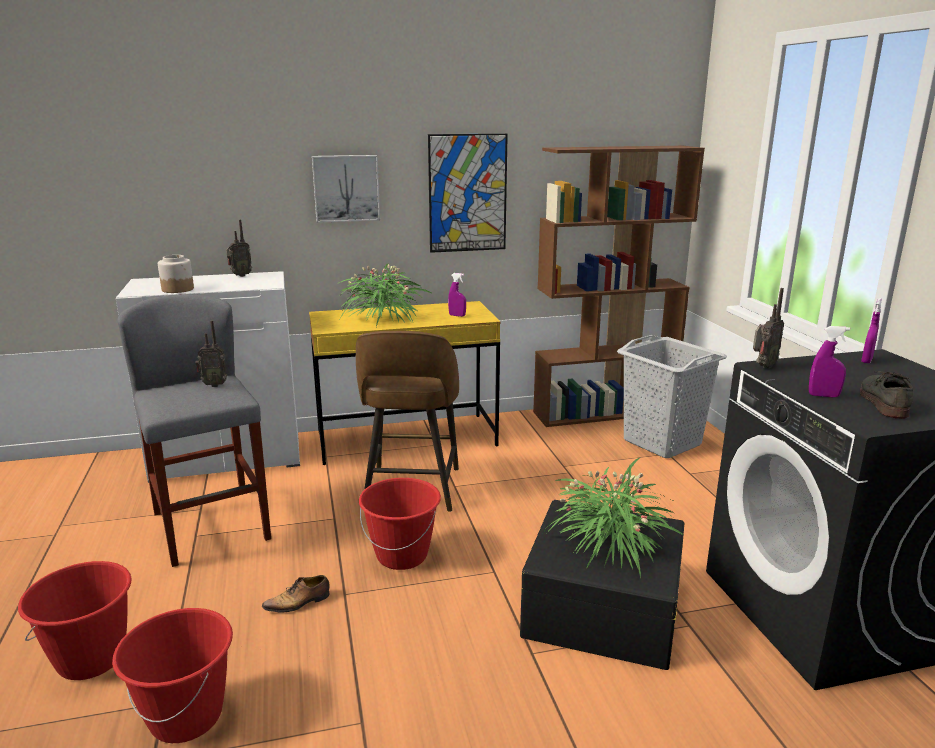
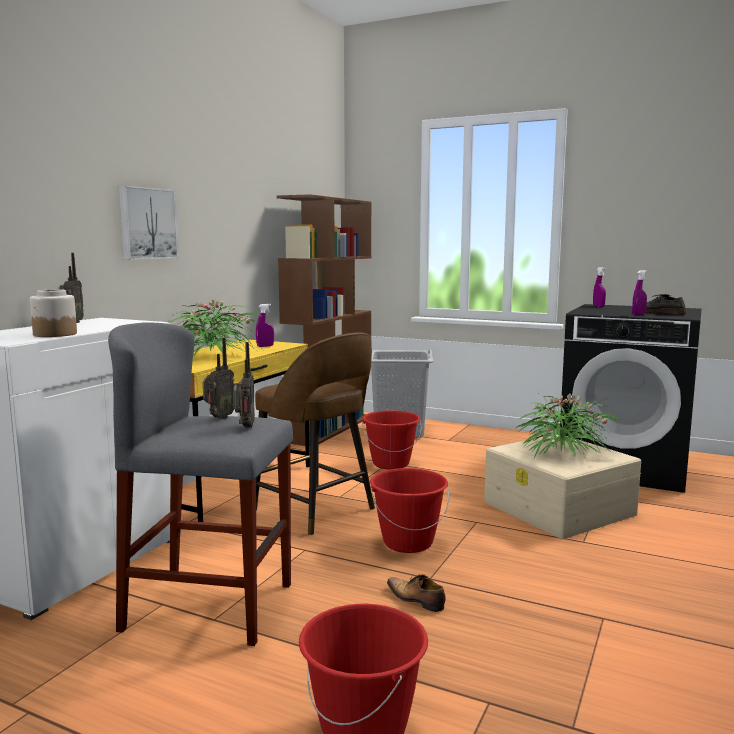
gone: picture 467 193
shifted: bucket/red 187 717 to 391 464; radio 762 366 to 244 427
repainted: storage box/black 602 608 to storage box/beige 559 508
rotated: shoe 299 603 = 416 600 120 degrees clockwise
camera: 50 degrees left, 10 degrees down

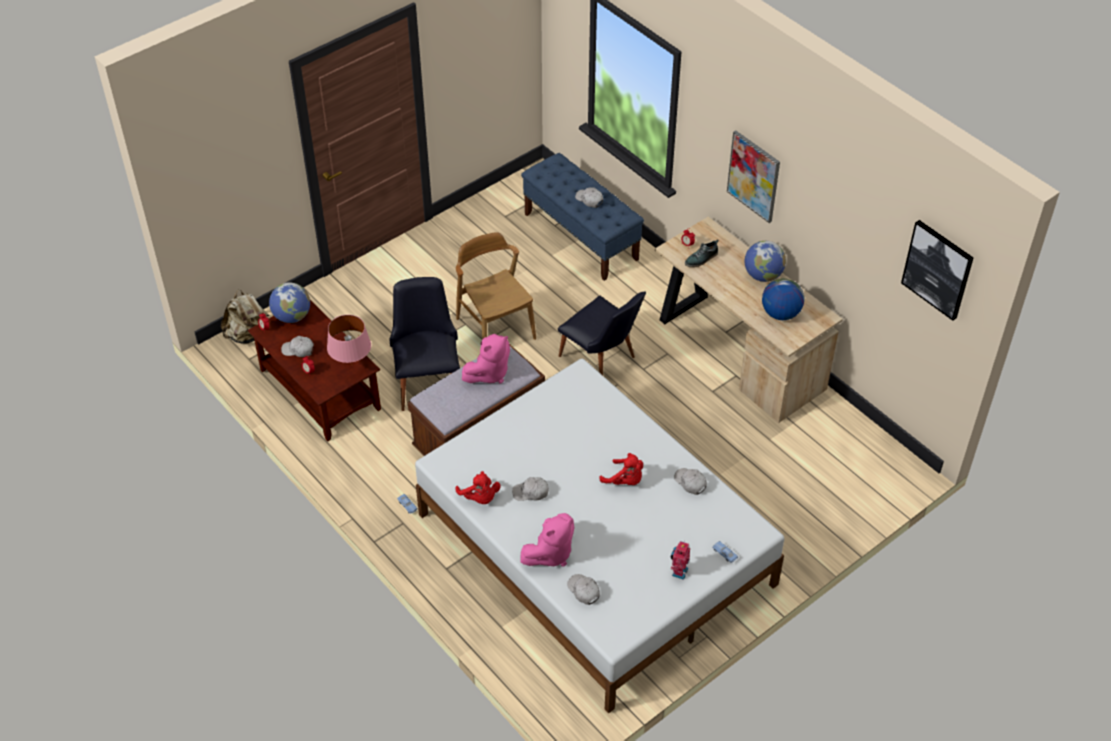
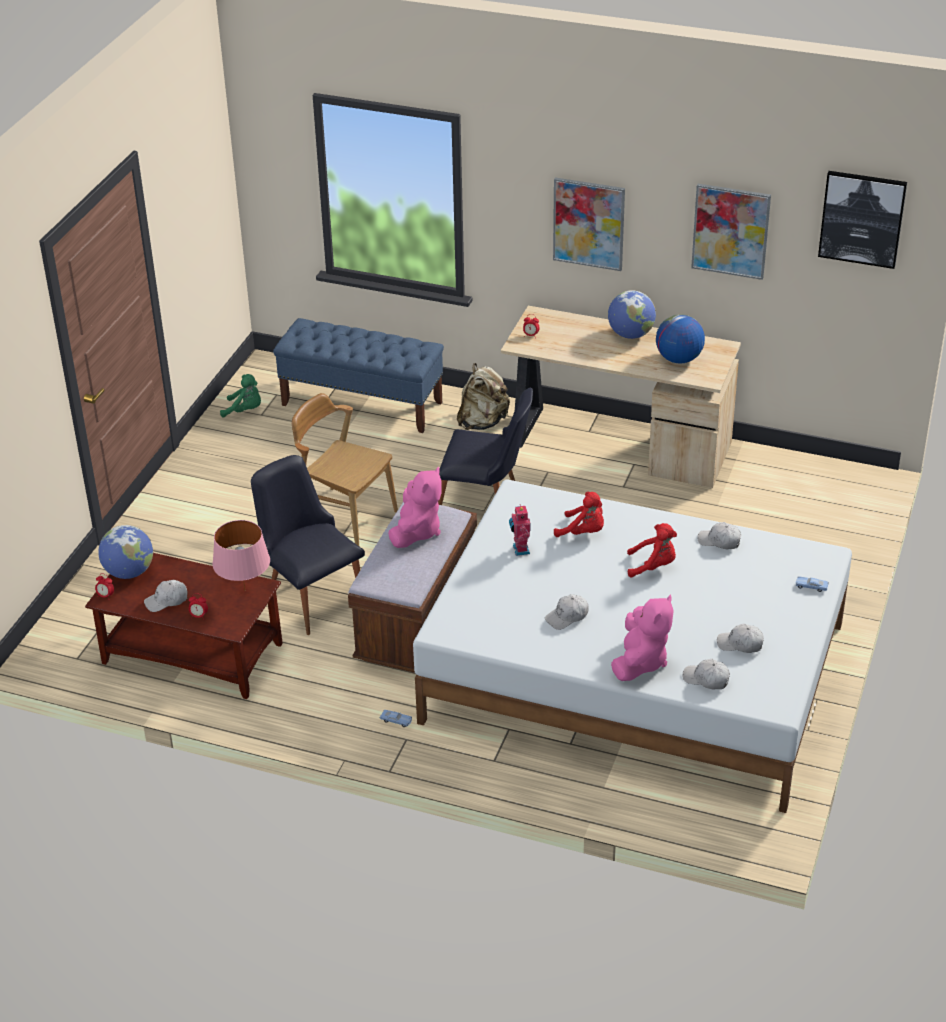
gone: shoe 701 259
new: plush toy/green 245 410; picture 730 231
shifted: backpack/beige 249 335 to 482 422; plush toy/red 480 498 to 583 532; cap/white 589 200 to 740 644; toy robot 678 571 to 519 550
camera: 30 degrees left, 10 degrees down

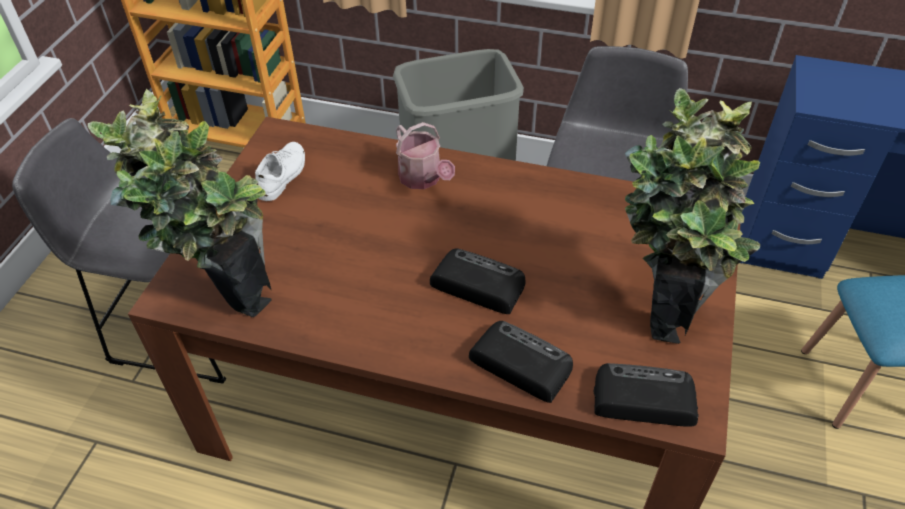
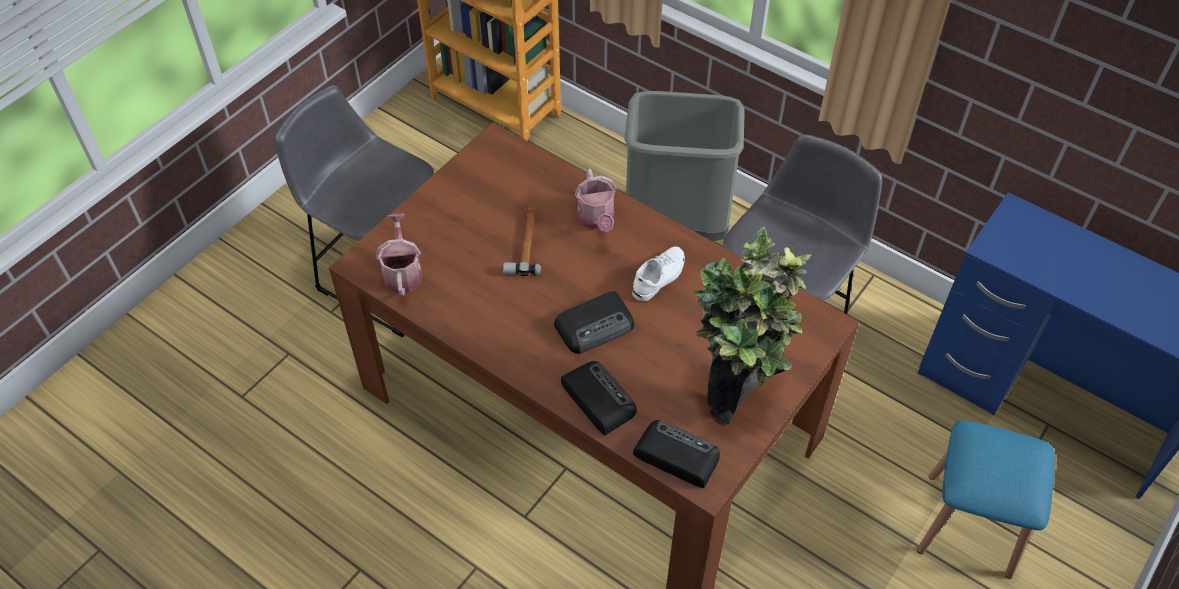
new: hammer 525 244
shifted: shoe/white 282 175 to 659 277
swapped: potted plant 223 292 to watering can 402 272
rotated: radio 476 284 = 596 326 105 degrees clockwise
camera: 20 degrees right, 5 degrees up

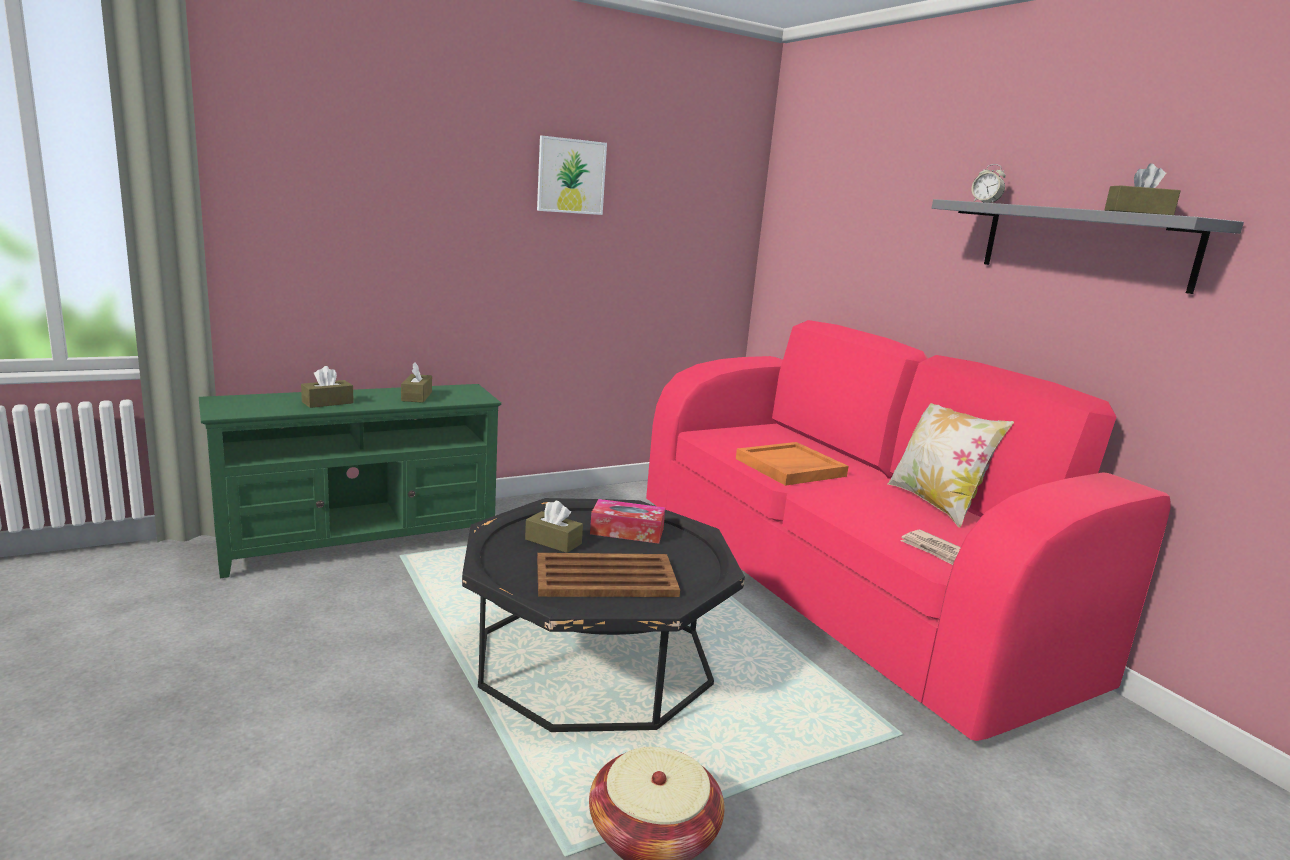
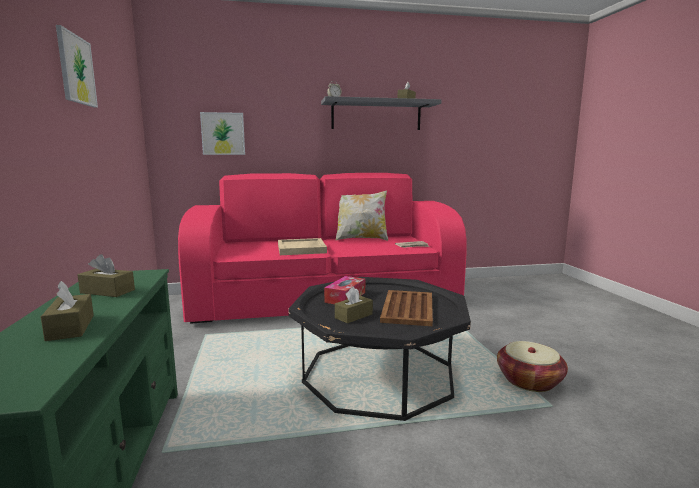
new: picture 223 133
repainted: tray/orange 790 467 to tray/beige 302 249
camera: 70 degrees left, 5 degrees down

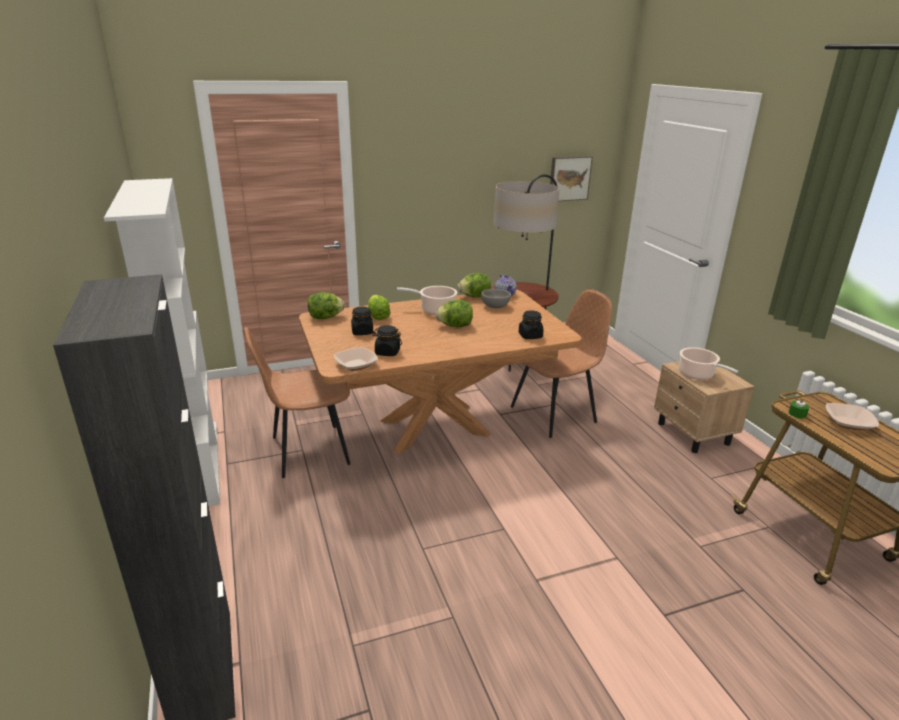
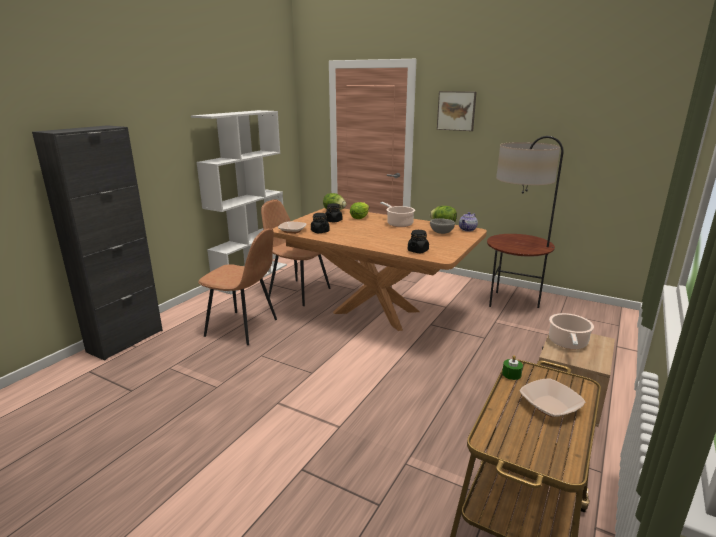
gone: lettuce 455 326
shifted: chair/brown 555 414 to 243 328; picture 569 178 to 456 111
camera: 50 degrees right, 5 degrees down

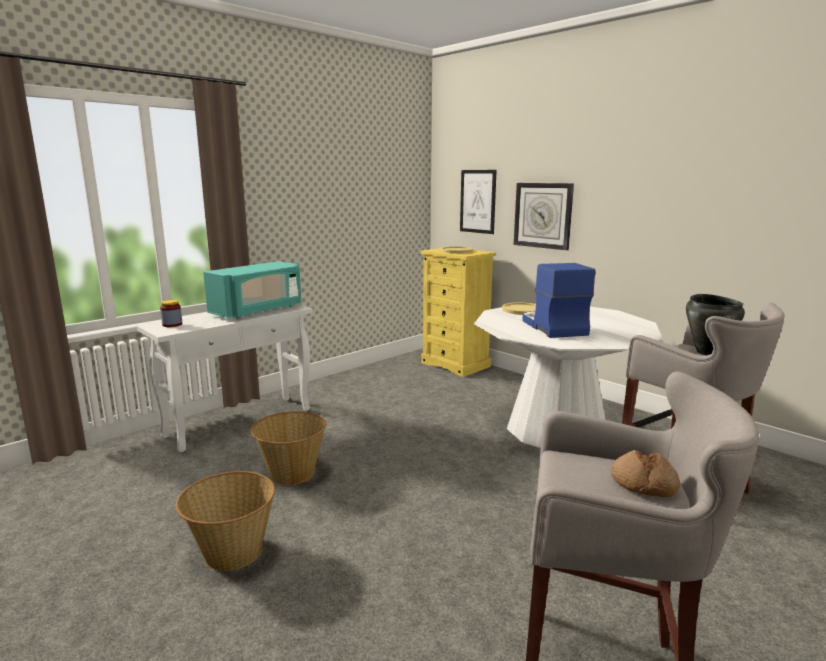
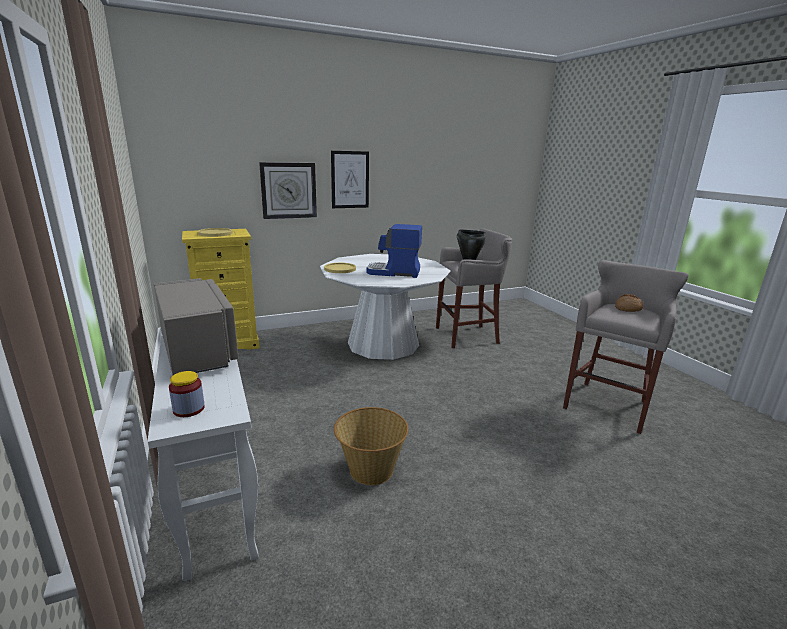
gone: basket 232 552
shifted: picture 477 201 to 350 180
repainted: microwave/turquoise 258 311 to microwave/grey 197 350
camera: 70 degrees left, 5 degrees up

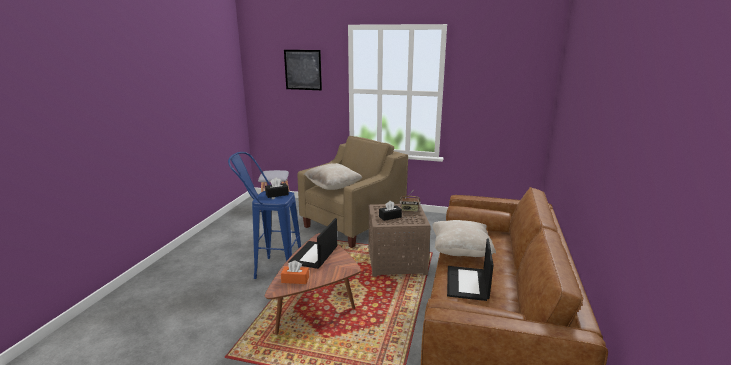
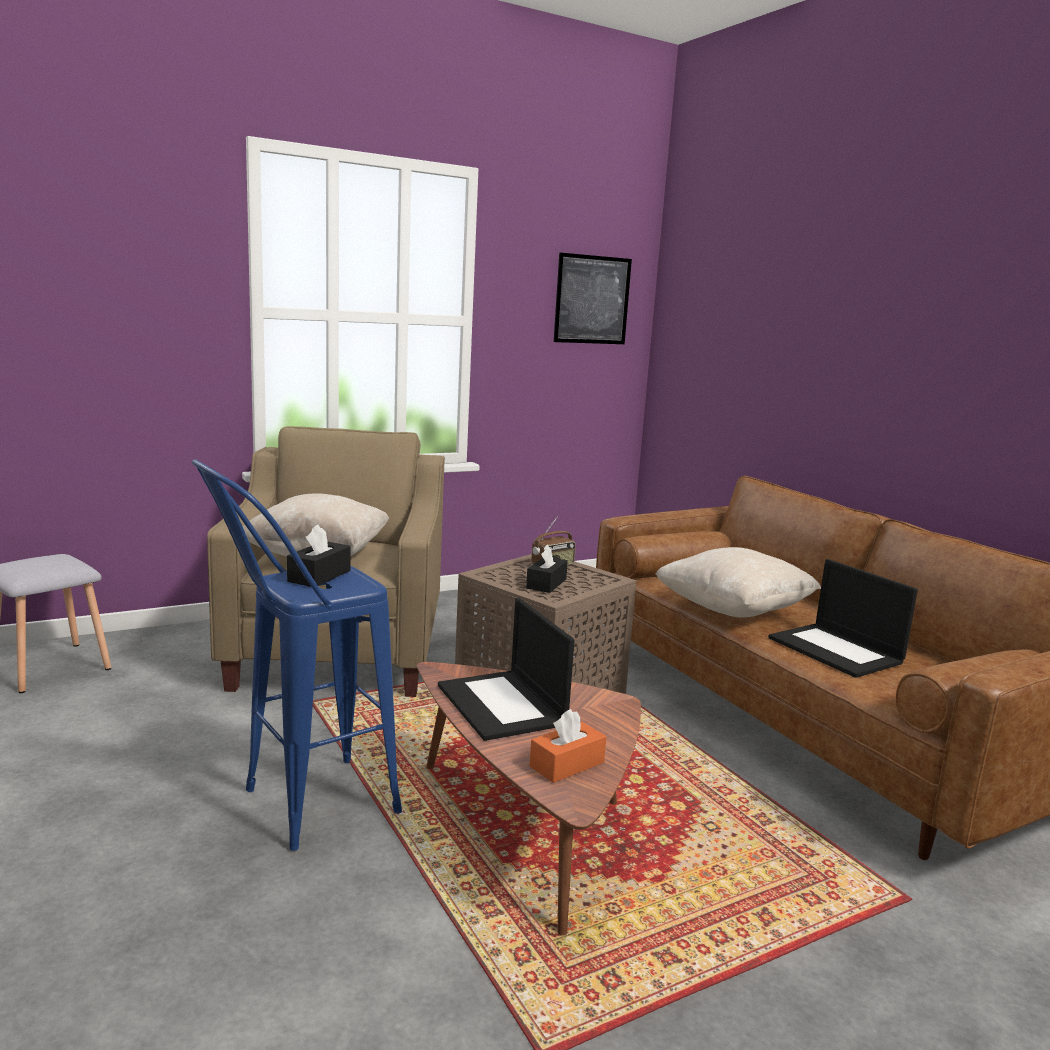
shifted: picture 303 70 to 592 300
camera: 45 degrees left, 5 degrees down

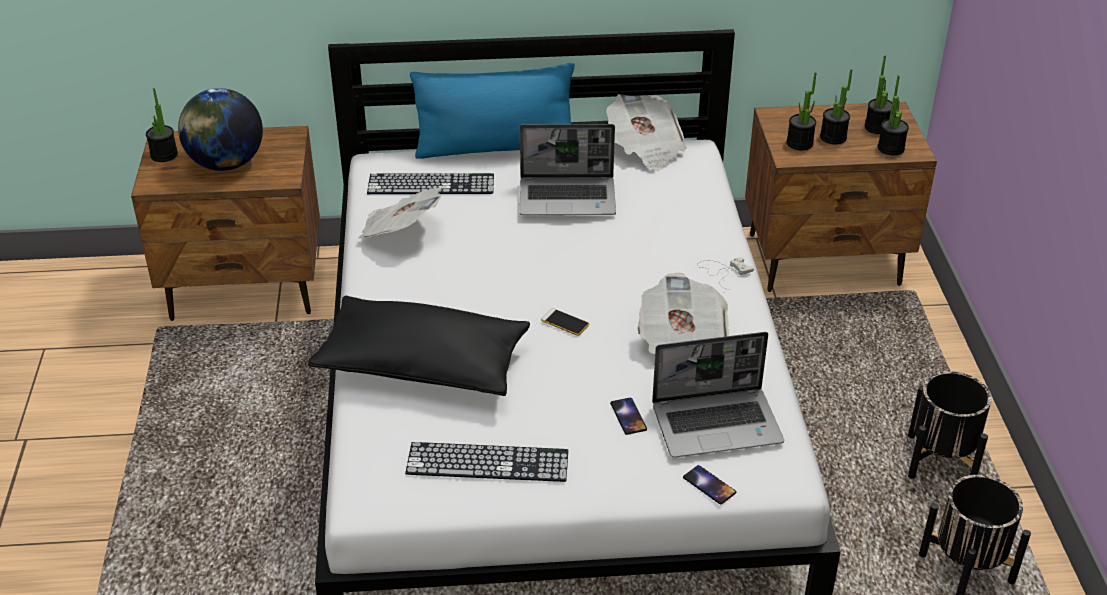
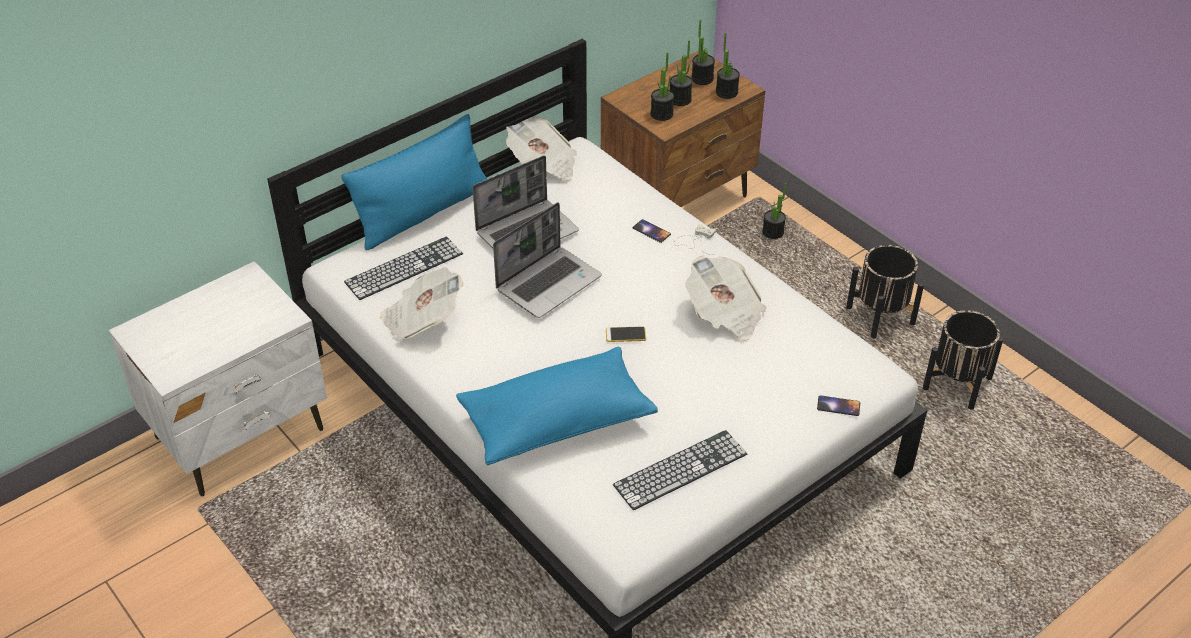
gone: globe 226 164
shifted: potted plant 164 155 to 773 233; phone 628 416 to 651 231; laptop 718 423 to 549 282
repainted: nightstand/brown 246 287 to nightstand/white 241 433; pillow/black 423 366 to pillow/blue 556 421
camera: 35 degrees left, 5 degrees up

